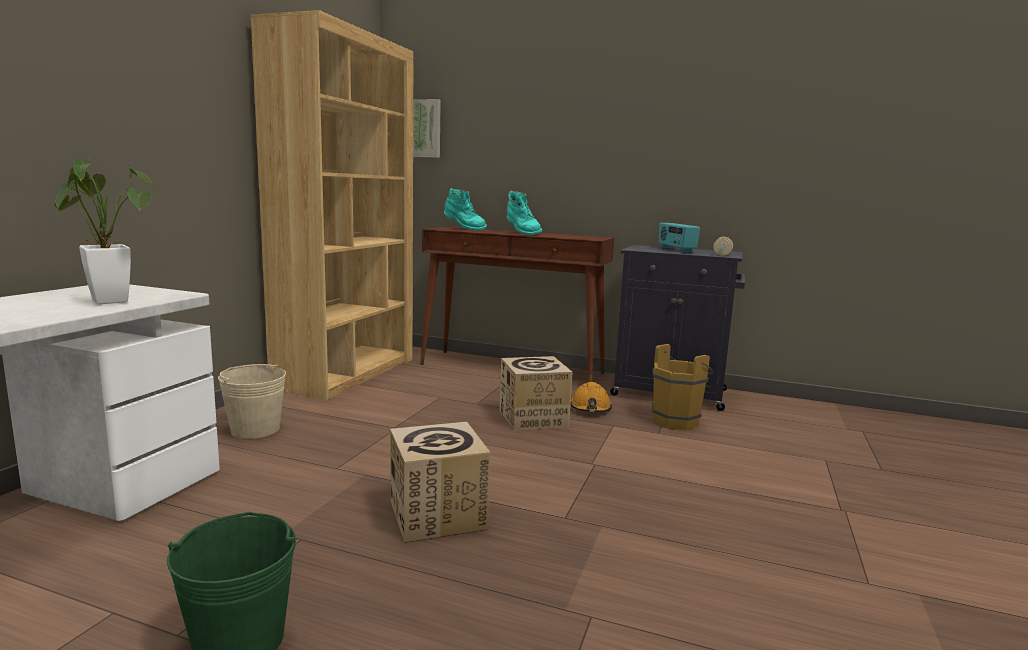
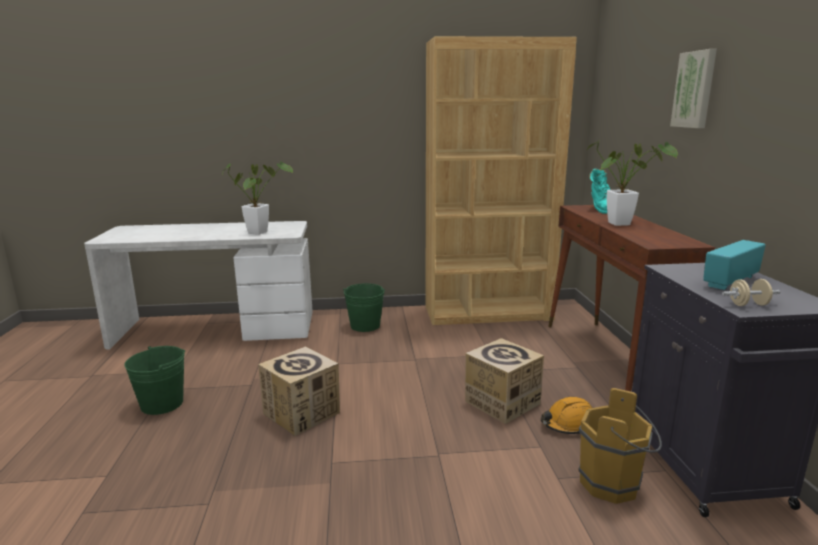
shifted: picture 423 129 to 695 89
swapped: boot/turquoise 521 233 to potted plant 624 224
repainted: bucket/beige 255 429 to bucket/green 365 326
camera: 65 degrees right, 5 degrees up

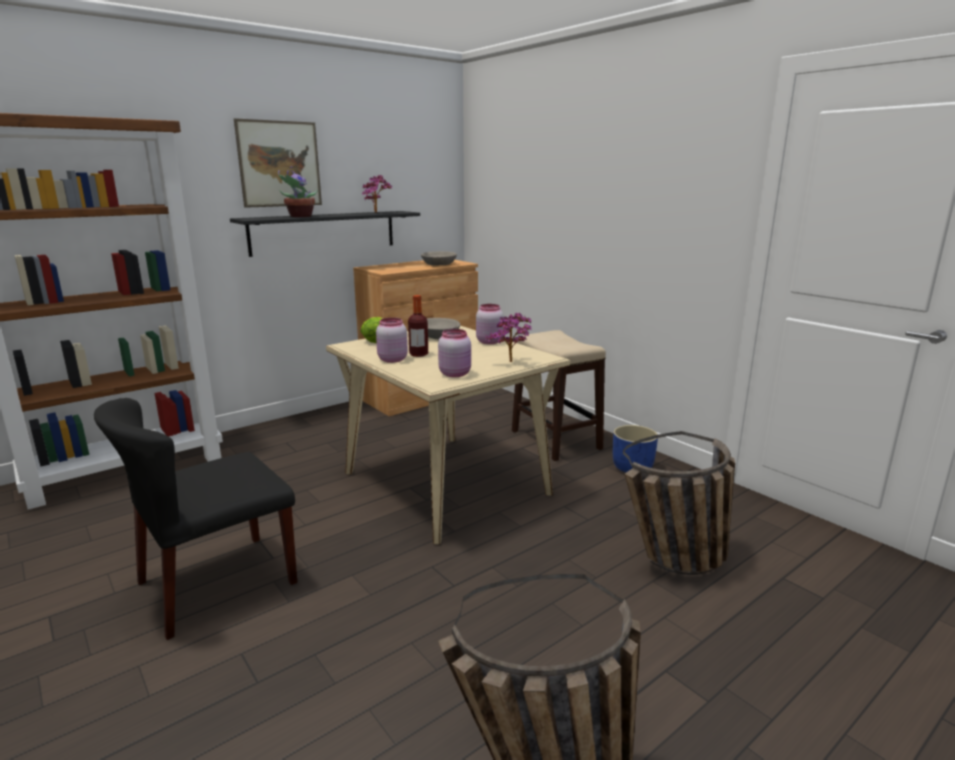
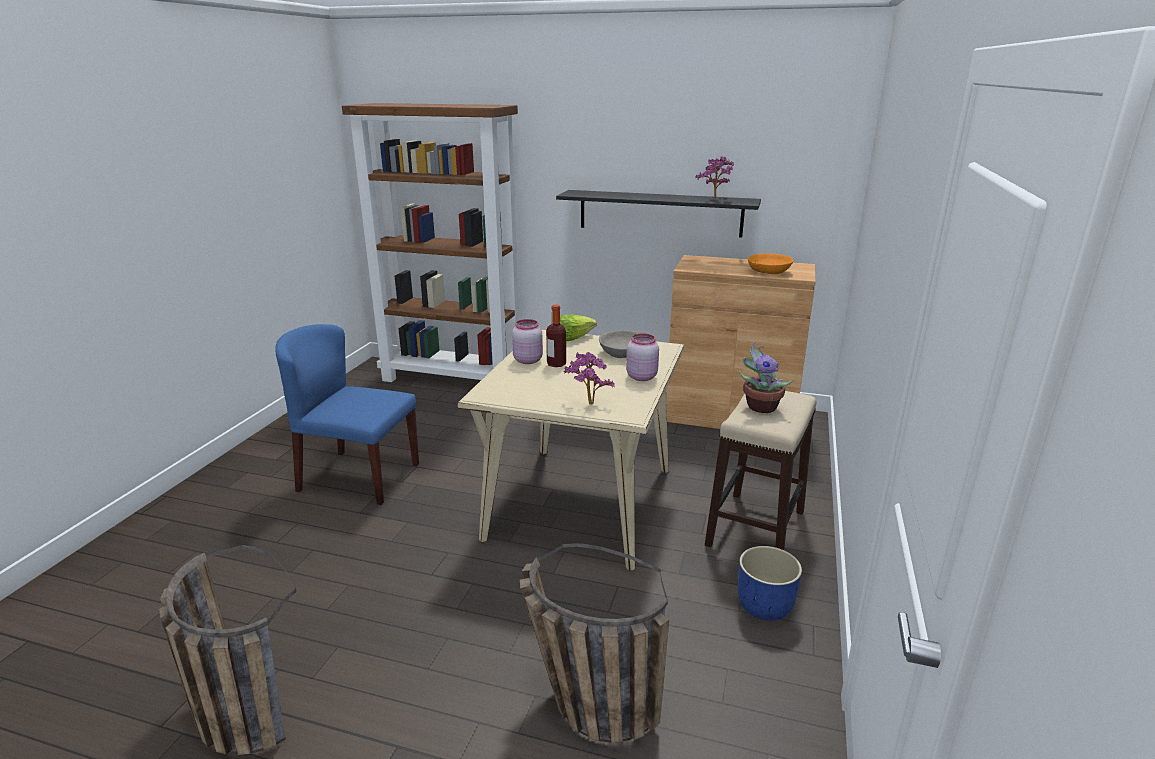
gone: picture 279 164; jar/pink 455 373
shifted: potted plant 299 216 to 759 407
repainted: chair/black 216 583 to chair/blue 358 477; bowl/grey 439 264 to bowl/orange 769 271
camera: 55 degrees right, 5 degrees up

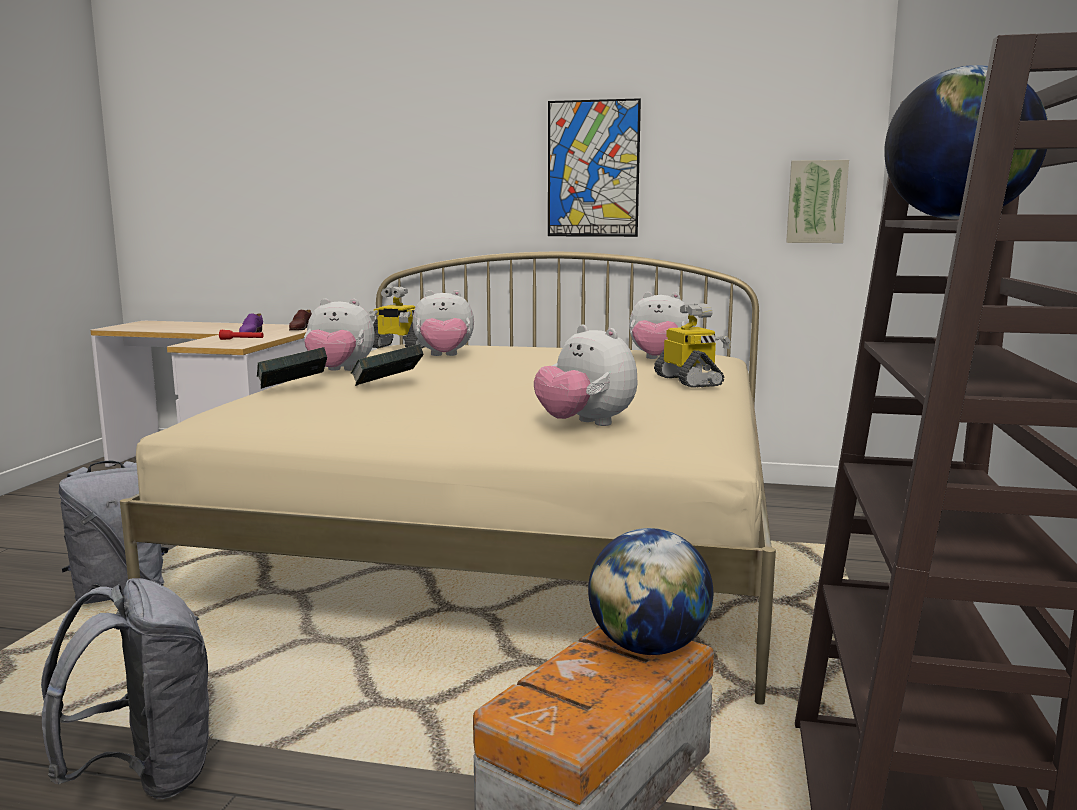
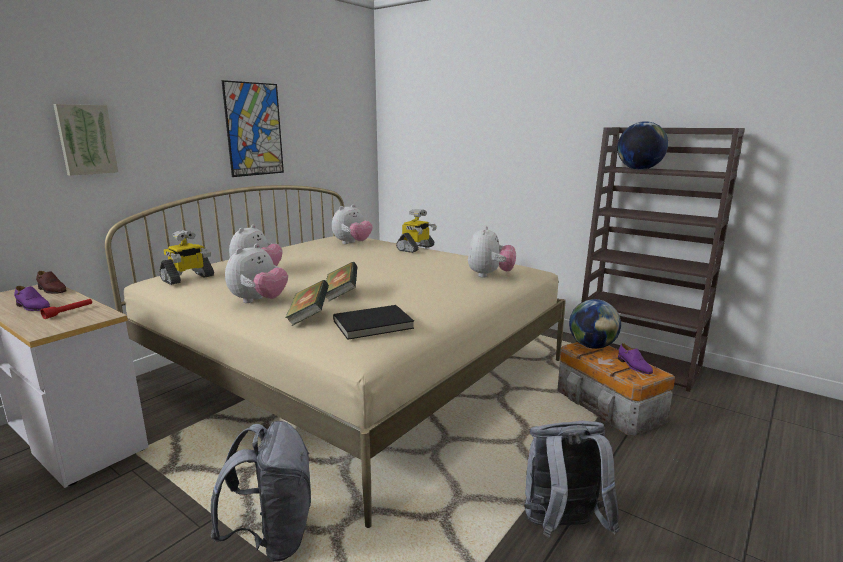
new: book/black 373 325; shoe/purple 634 366
shifted: picture 816 202 to 86 139
rotated: plush toy 585 424 = 490 275 60 degrees counterclockwise; toy robot 689 381 = 416 248 120 degrees clockwise
camera: 65 degrees left, 5 degrees up

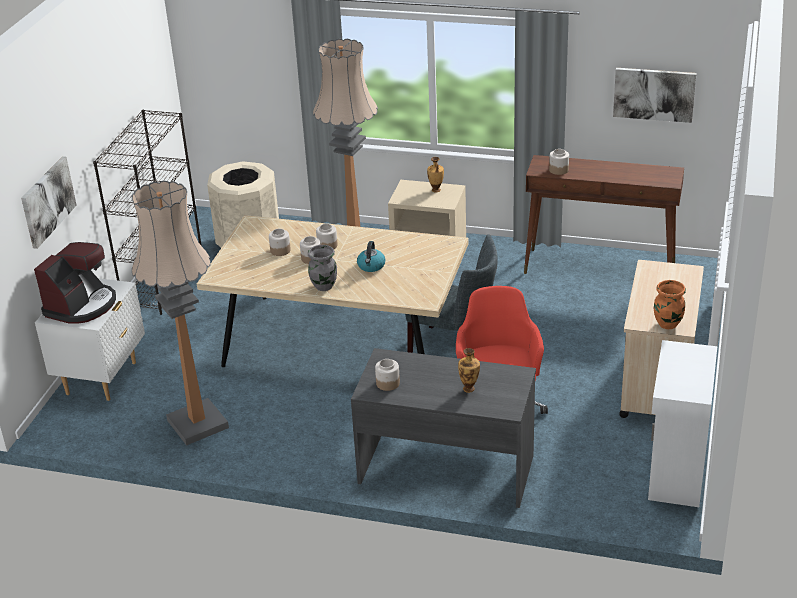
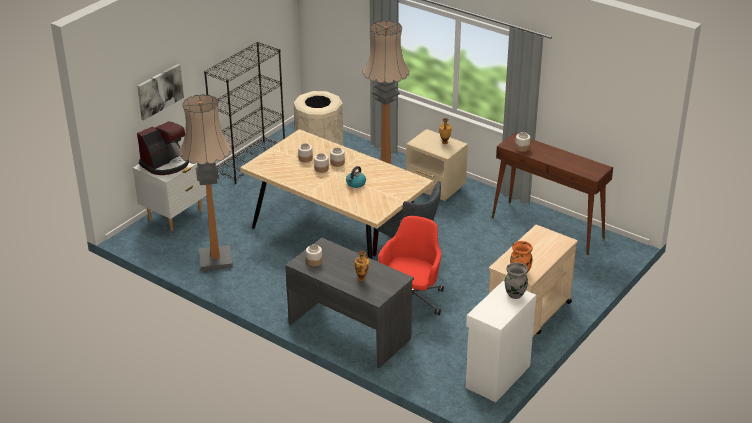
gone: picture 654 94
shifted: vase/grey 324 286 to 515 295
camera: 20 degrees right, 0 degrees up

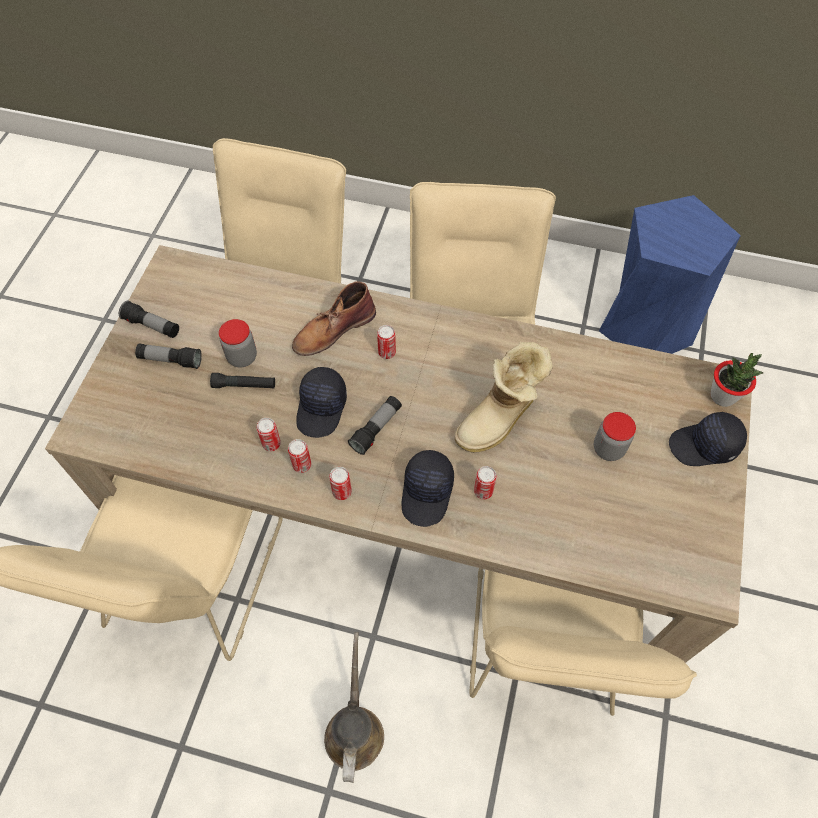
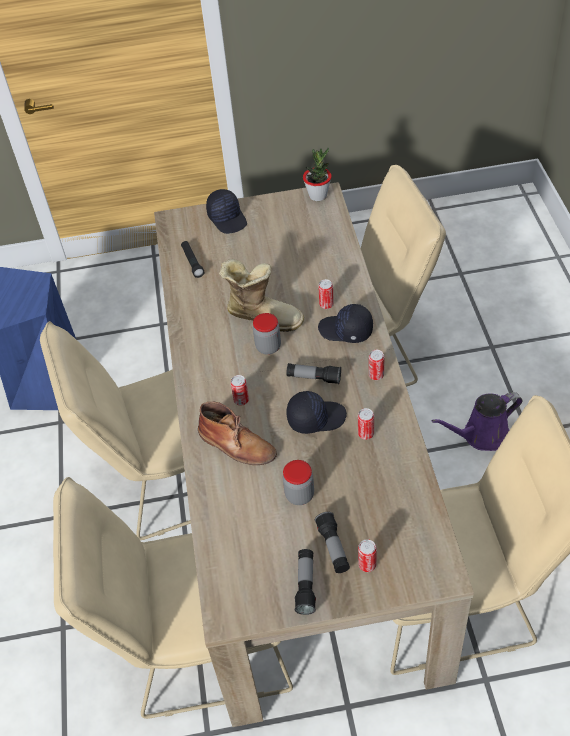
shifted: flashlight/black 244 385 to 192 262; can 302 465 to 367 565; jar 608 449 to 268 347; potted plant 723 396 to 318 195
repainted: watering can/brown 354 729 to watering can/purple 481 435
rotated: cap/black 428 492 = 346 331 150 degrees counterclockwise
camera: 110 degrees left, 10 degrees down

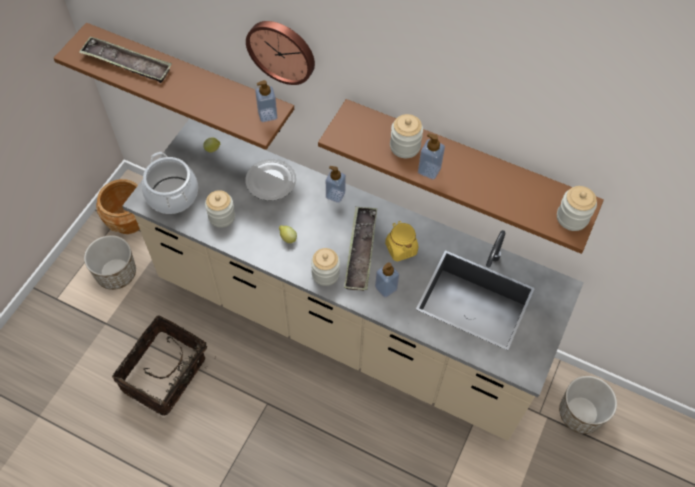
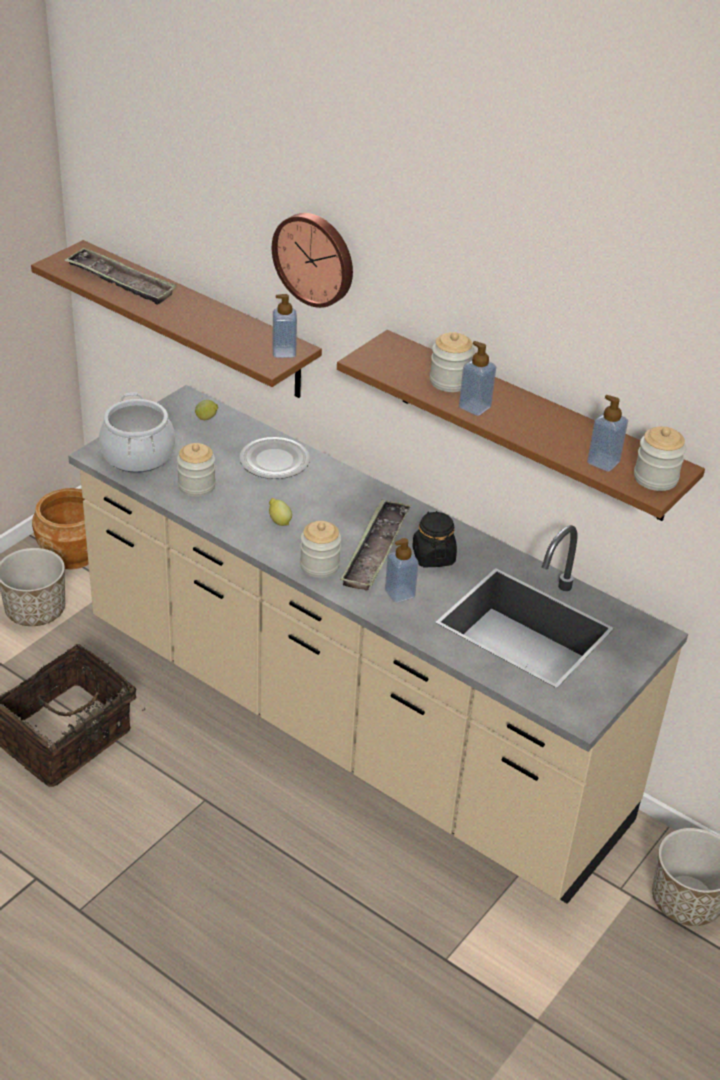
shifted: soap dispenser 335 195 to 603 462
repainted: jar/yellow 401 248 to jar/black 433 556
camera: 10 degrees right, 20 degrees down

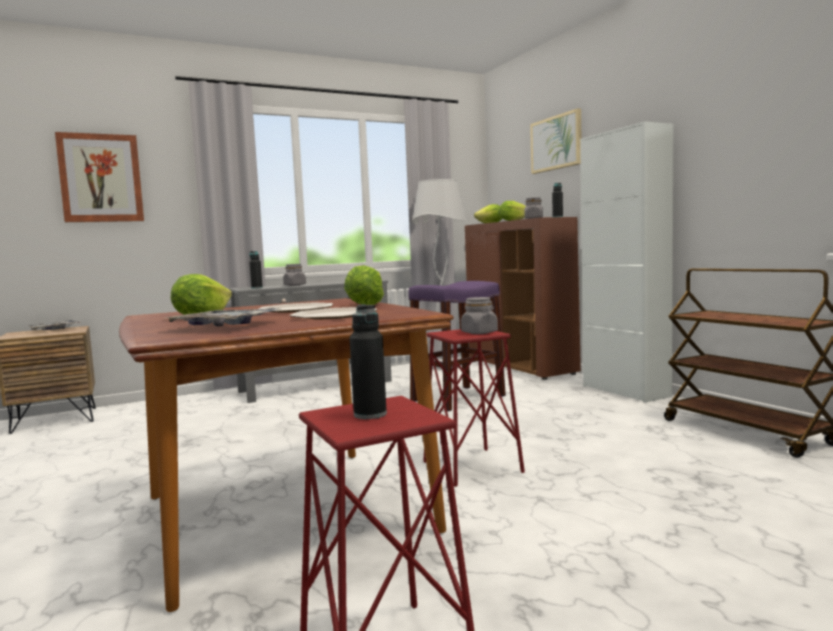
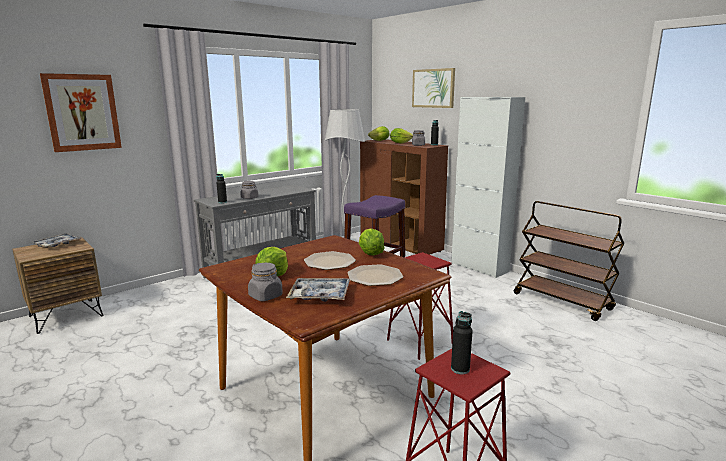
shifted: jar/grey 479 333 to 266 296
camera: 15 degrees left, 10 degrees up

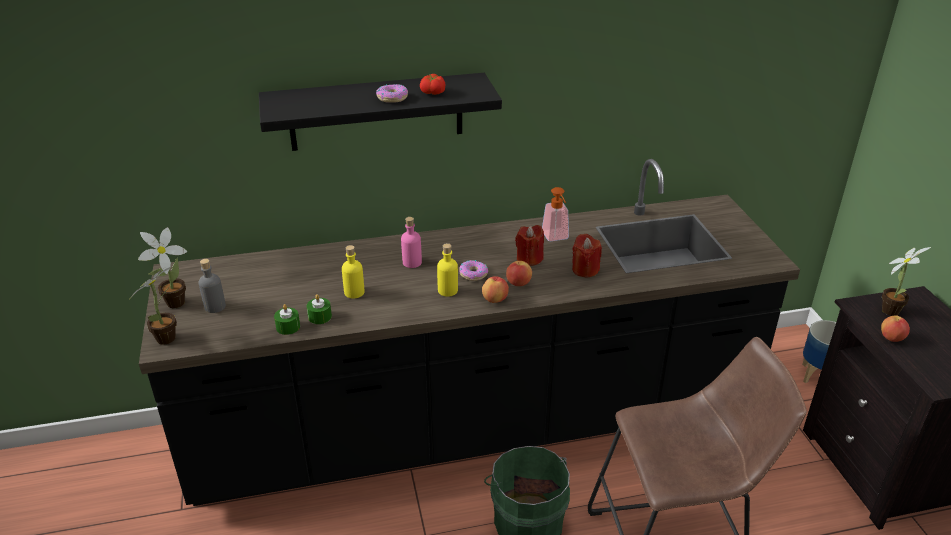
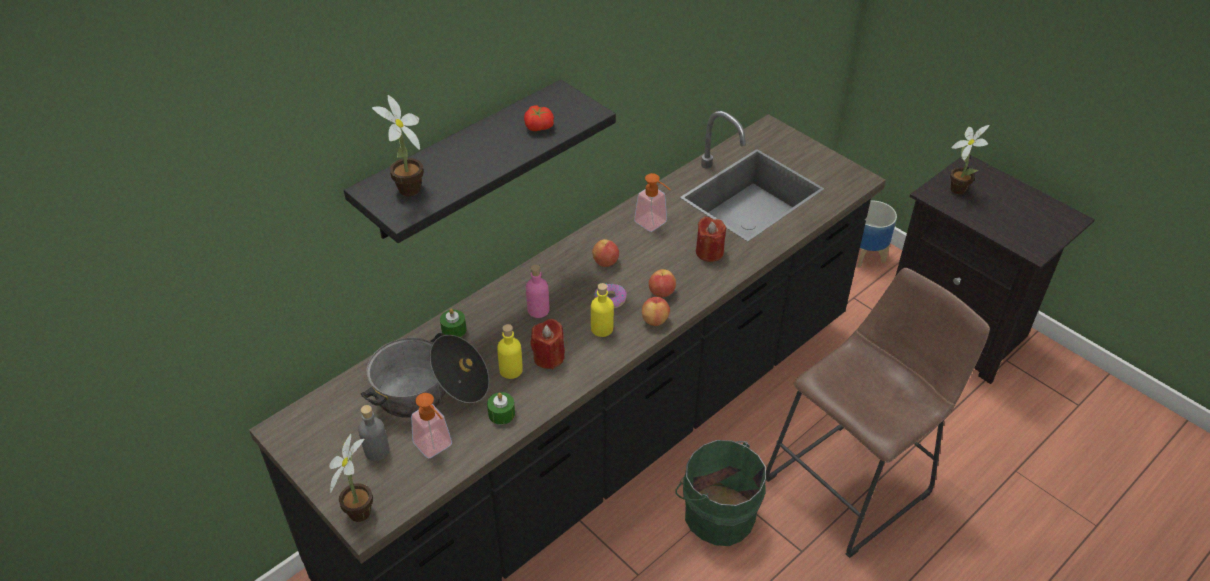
gone: donut 392 98
new: cooking pot 430 391; soap dispenser 436 448
shifted: potted plant 172 304 to 407 192; candle/green 288 327 to 454 329; candle/red 529 259 to 549 357; apple 891 338 to 605 262
camera: 30 degrees left, 10 degrees up

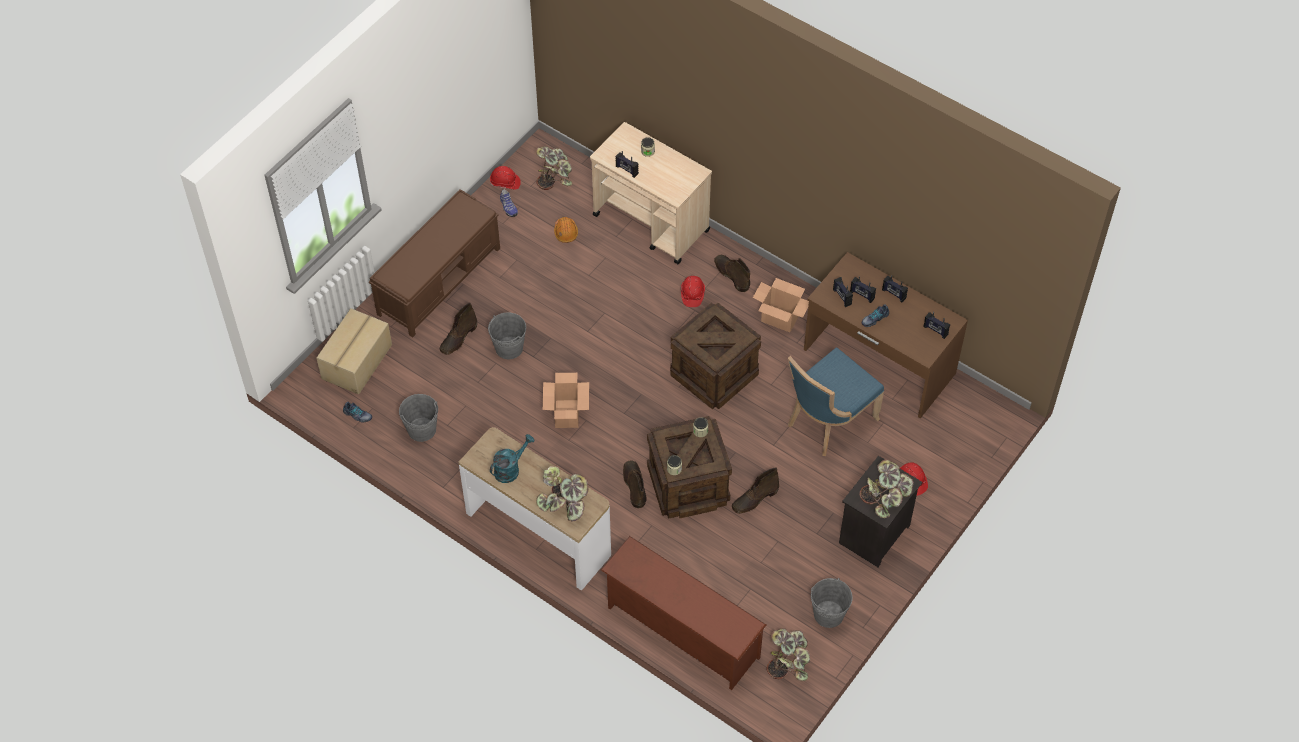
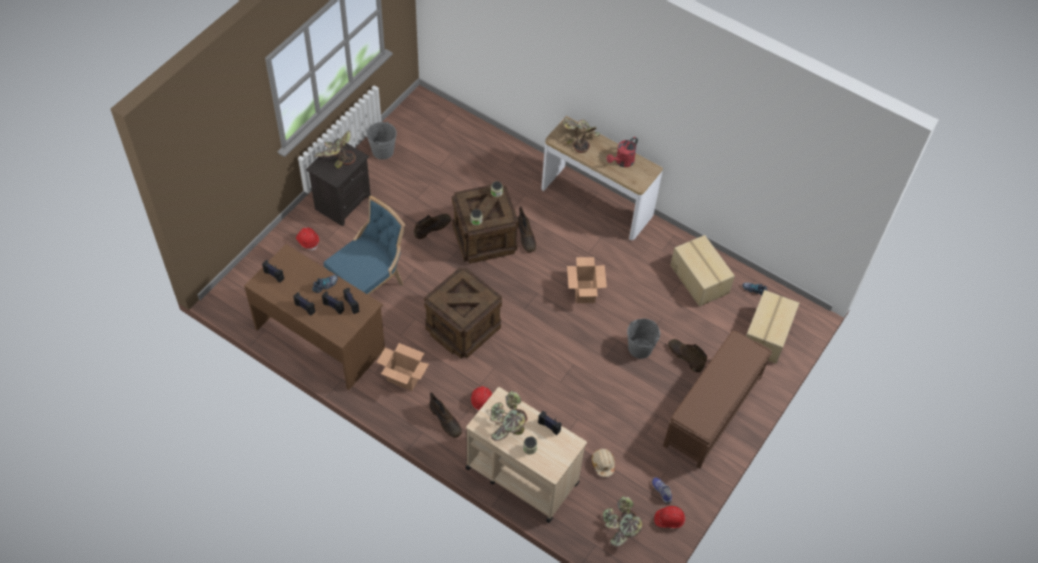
gone: shoe rack/brown 681 632
shifted: potted plant 788 661 to 507 426
swapped: bucket/grey 422 429 to cardboard box 700 278
repainted: watering can/turquoise 510 469 to watering can/red 622 162; hard hat/orange 566 232 to hard hat/beige 603 464
rotated: boot/brown 458 338 = 685 356 75 degrees counterclockwise
camera: 175 degrees right, 0 degrees up

